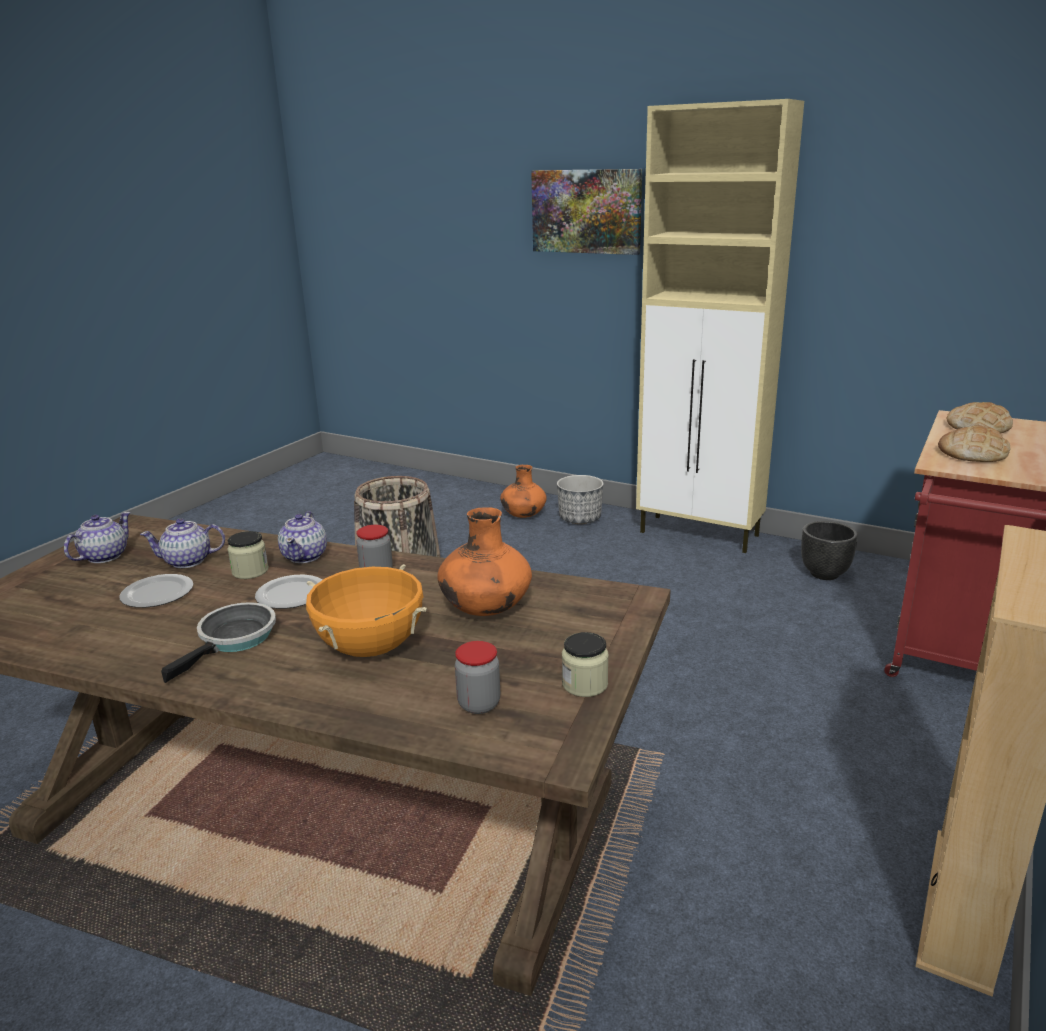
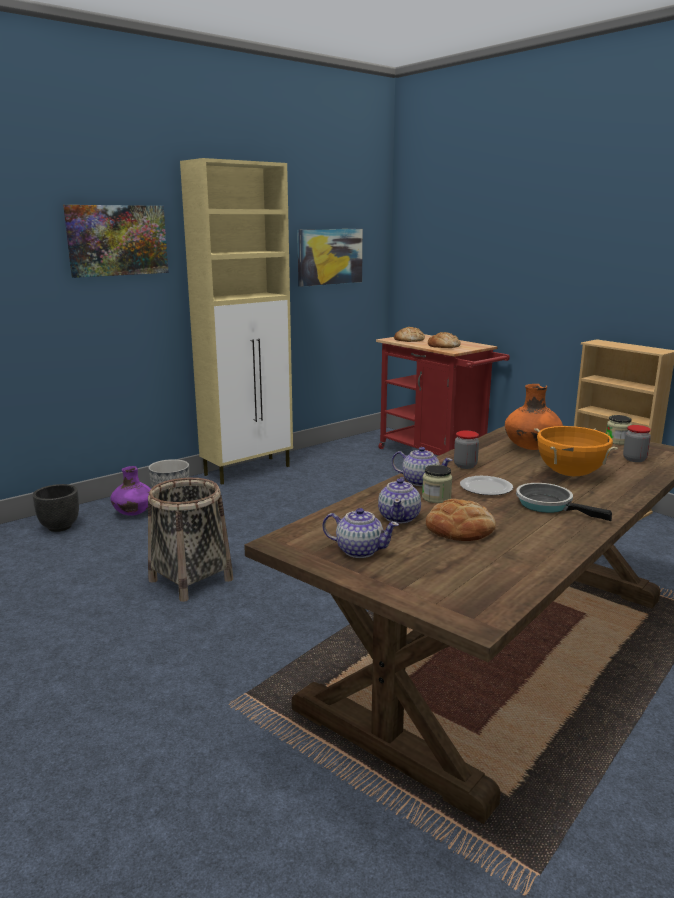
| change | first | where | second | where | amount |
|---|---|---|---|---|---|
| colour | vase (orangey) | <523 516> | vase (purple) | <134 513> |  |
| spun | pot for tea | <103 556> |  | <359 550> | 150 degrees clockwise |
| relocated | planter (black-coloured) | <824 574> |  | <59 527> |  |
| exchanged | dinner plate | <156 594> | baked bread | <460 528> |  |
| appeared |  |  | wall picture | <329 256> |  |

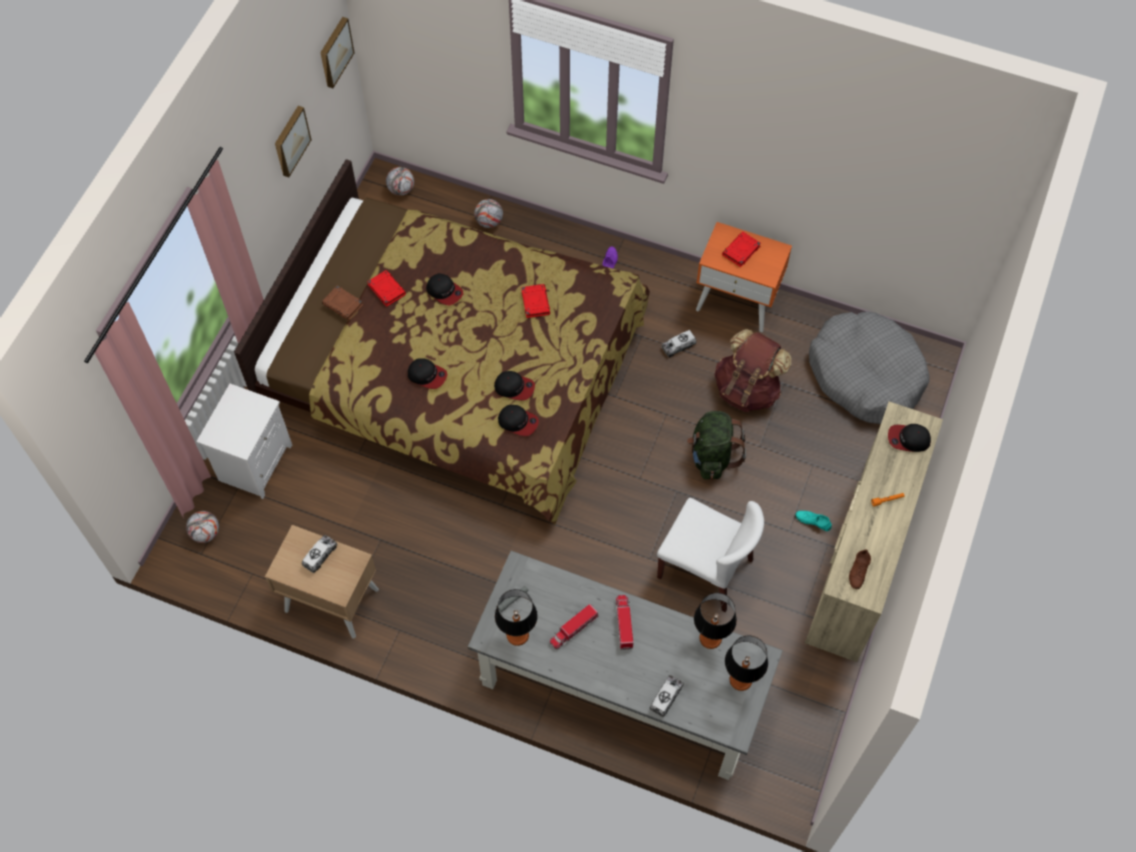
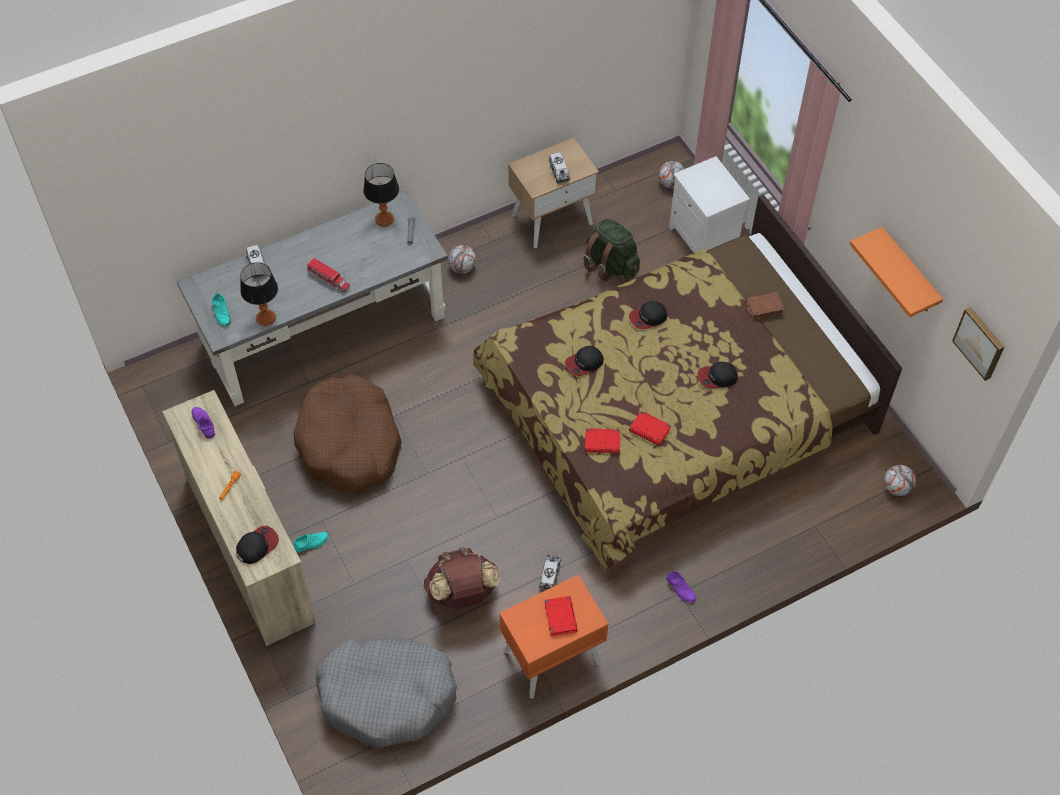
| change | first | where | second | where | amount |
|---|---|---|---|---|---|
| exchanged | wall picture | <290 140> | shelf (orangey) | <908 273> |  |
| relocated | ball for football | <489 221> |  | <462 267> |  |
| relocated | book (red) | <386 289> |  | <603 442> |  |
| missing | peaked cap | <518 422> |  |  |  |
| relocated | knapsack (green) | <712 456> |  | <610 265> |  |
| exchanged | plain chair (whitish) | <706 569> | dog cushion (brown) | <349 443> |  |
| colour | shoe (brown) | <858 570> | shoe (purple) | <204 423> |  |
| missing | model truck | <574 629> |  |  |  |
| exchanged | tabletop lamp | <740 680> | shoe (turquoise-coloured) | <221 313> |  |

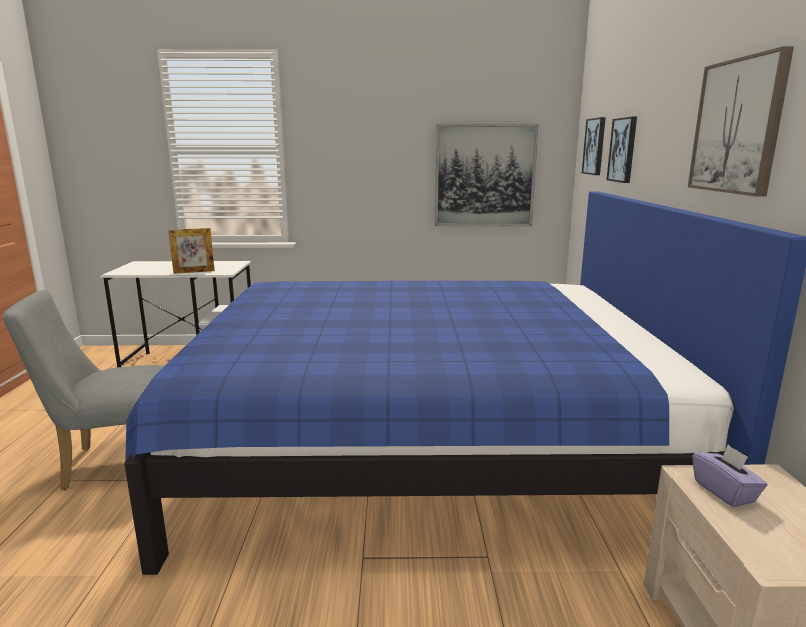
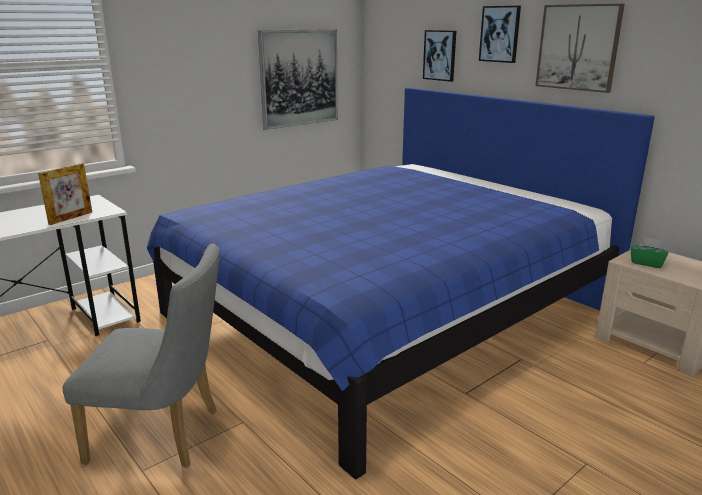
| change | first | where | second | where | amount |
|---|---|---|---|---|---|
| relocated | wall picture | <595 146> |  | <500 34> |  |
| spun | plain chair (greyish) | <113 463> |  | <164 436> | 120 degrees counterclockwise |
| colour | tissue box (purple) | <725 492> | tissue box (green) | <647 263> |  |

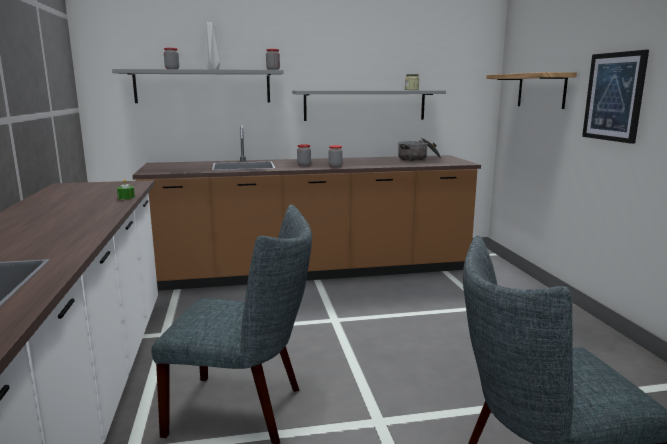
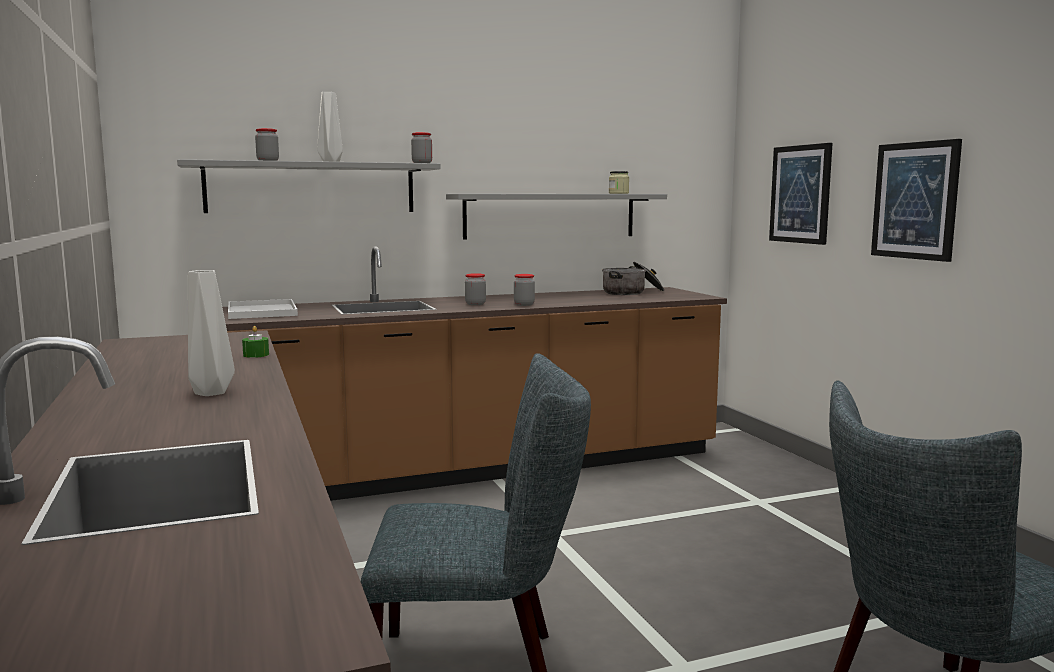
| change | first | where | second | where | amount |
|---|---|---|---|---|---|
| exchanged | shelf | <541 90> | wall picture | <800 194> |  |
| appeared |  |  | vase (greyish) | <209 393> |  |
| appeared |  |  | tray (whitish) | <263 311> |  |

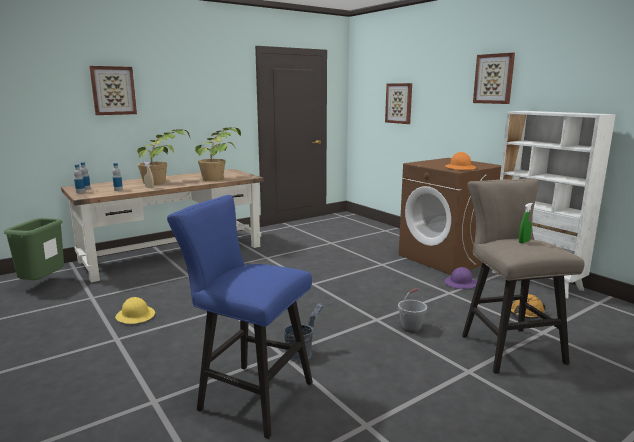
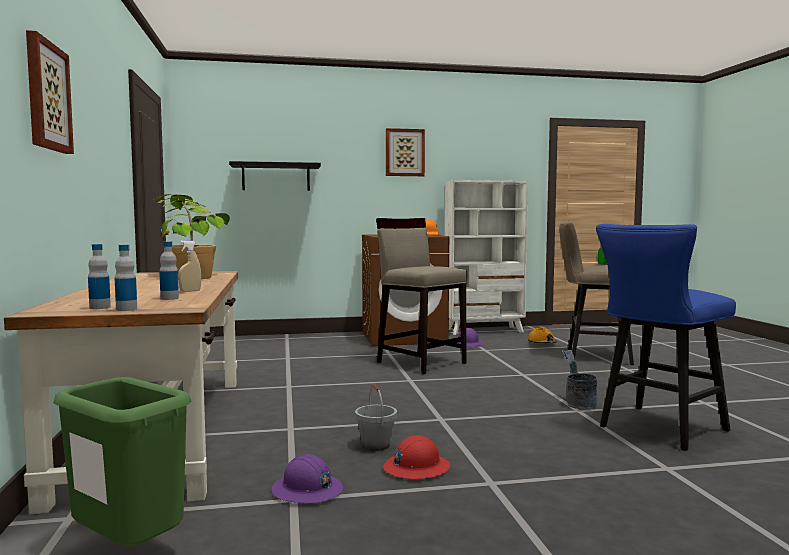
| change | first | where | second | where | amount |
|---|---|---|---|---|---|
| exchanged | wall picture | <399 103> | shelf (black-coloured) | <276 177> |  |
| missing | potted plant | <165 181> |  |  |  |
| relocated | pail (greyish) | <411 327> |  | <375 445> |  |
| colour | work helmet (yellow-coloured) | <135 316> | work helmet (red) | <416 468> |  |
| appeared |  |  | sitting stool (sand-coloured) | <421 362> |  |
| appeared |  |  | work helmet (purple) | <307 491> |  |

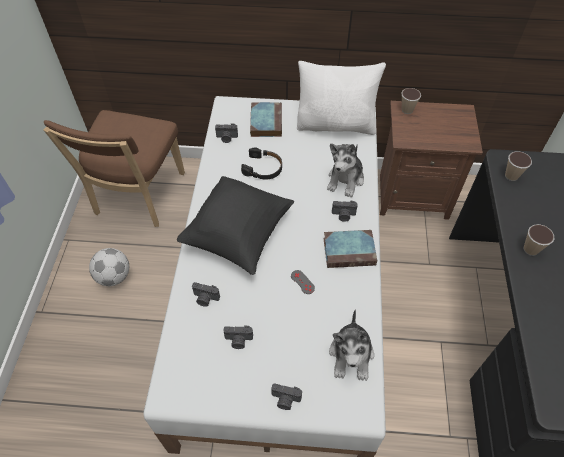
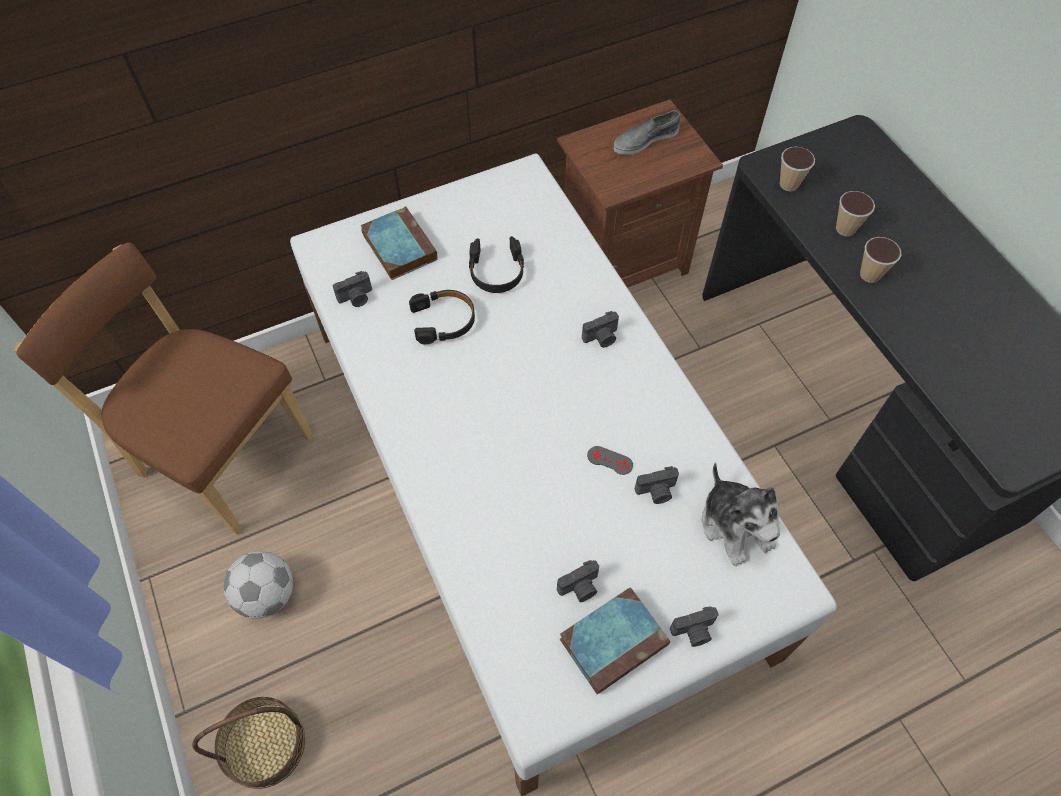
| change | first | where | second | where | amount |
|---|---|---|---|---|---|
| missing | cushion (whitish) | <336 124> |  |  |  |
| relocated | cup | <407 110> |  | <845 228> |  |
| spun | plain chair (brown) | <138 197> |  | <219 452> | 135 degrees clockwise |
| missing | soft toy | <345 180> |  |  |  |
| missing | cushion (black-coloured) | <238 235> |  |  |  |
| relocated | book | <350 251> |  | <614 640> |  |
| relocated | still camera | <205 299> |  | <656 492> |  |
| appeared |  |  | shoe (greyish) | <645 140> |  |
| appeared |  |  | headphones (black-coloured) | <496 271> |  |
| appeared |  |  | household basket | <264 744> |  |

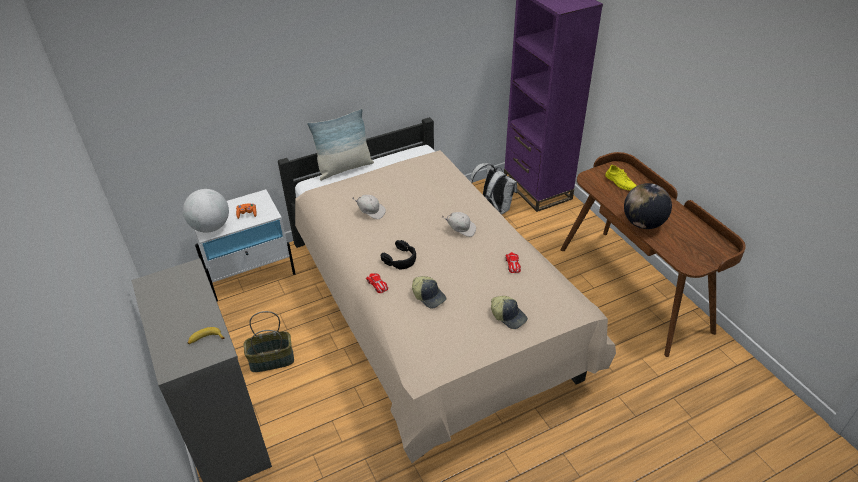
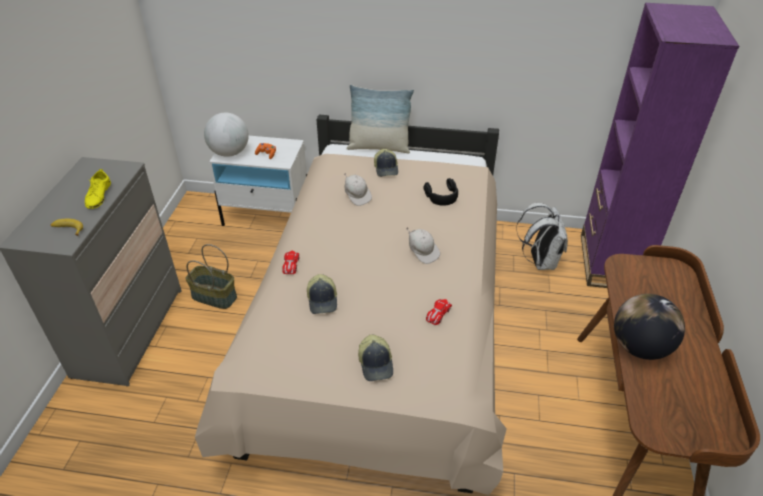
| change | first | where | second | where | amount |
|---|---|---|---|---|---|
| relocated | shoe (yellow-coloured) | <620 182> |  | <98 195> |  |
| relocated | headphones (black-coloured) | <400 259> |  | <442 196> |  |
| appeared |  |  | peaked cap | <386 169> |  |

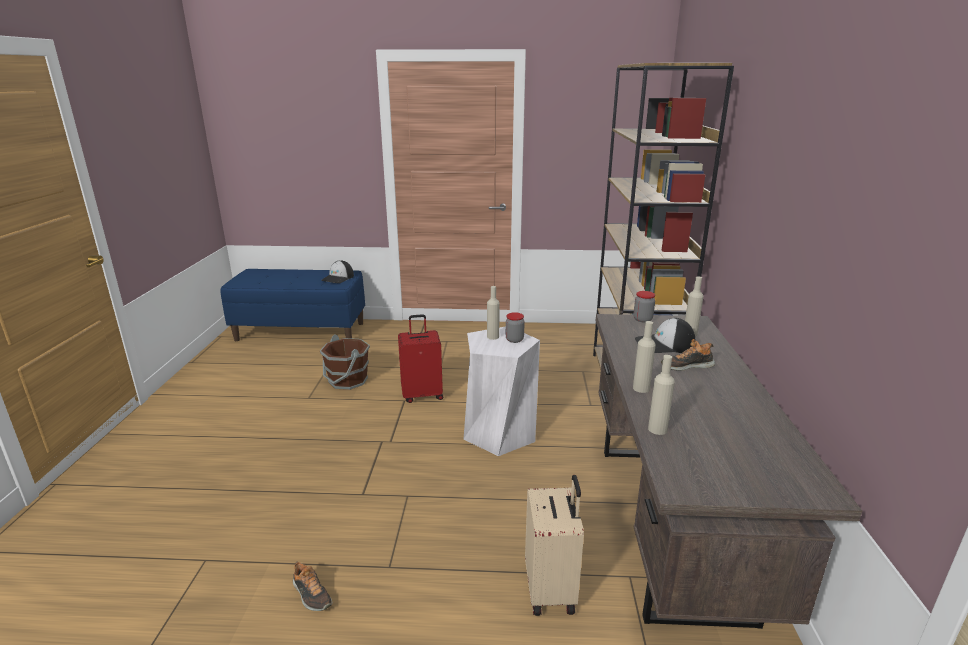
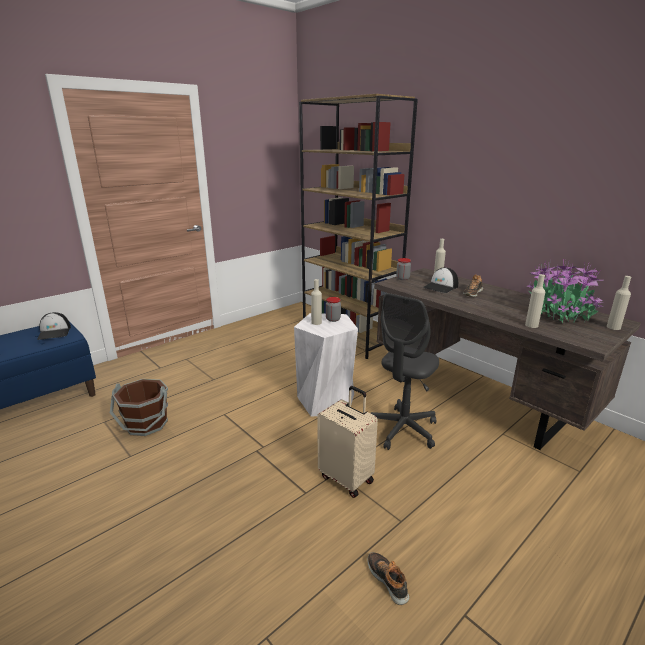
| change | first | where | second | where | amount |
|---|---|---|---|---|---|
| missing | travel case (red) | <422 395> |  |  |  |
| relocated | beverage bottle (sand-coloured) | <641 388> |  | <613 327> |  |
| relocated | travel case (sand-coloured) | <551 590> |  | <347 478> |  |
| spun | shoe | <311 595> |  | <388 580> | 120 degrees counterclockwise |
| appeared |  |  | potted plant | <559 313> |  |
| appeared |  |  | office chair (greyish) | <402 430> |  |

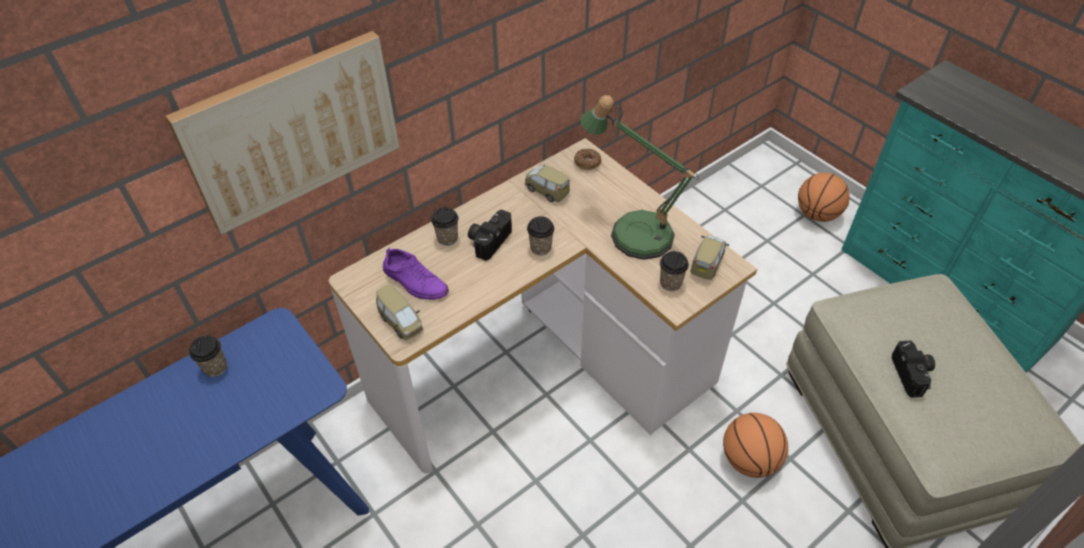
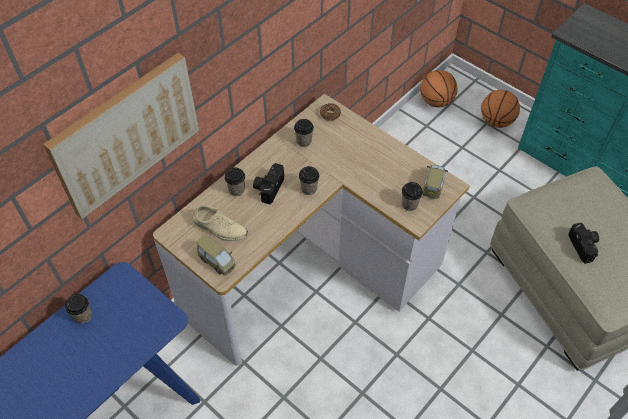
| change | first | where | second | where | amount |
|---|---|---|---|---|---|
| missing | tabletop lamp | <633 230> |  |  |  |
| exchanged | miniature car | <547 190> | cup | <304 141> |  |
| colour | shoe (purple) | <415 282> | shoe (sand-coloured) | <220 228> |  |
| relocated | basketball | <749 460> |  | <436 101> |  |

